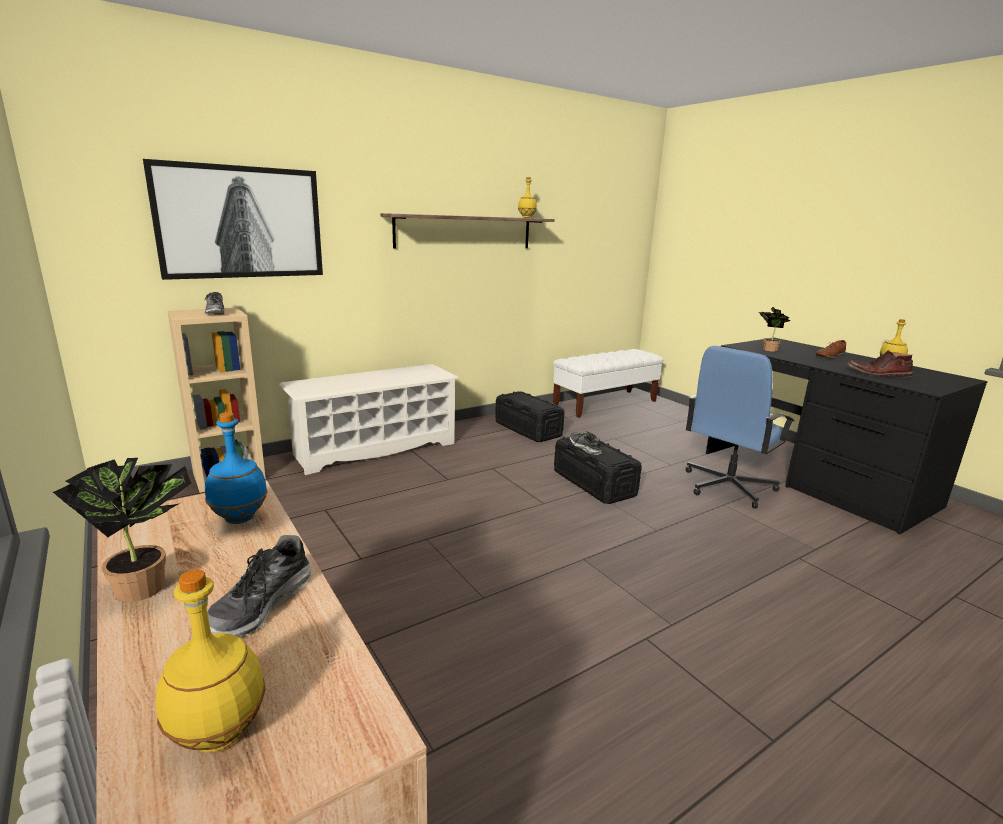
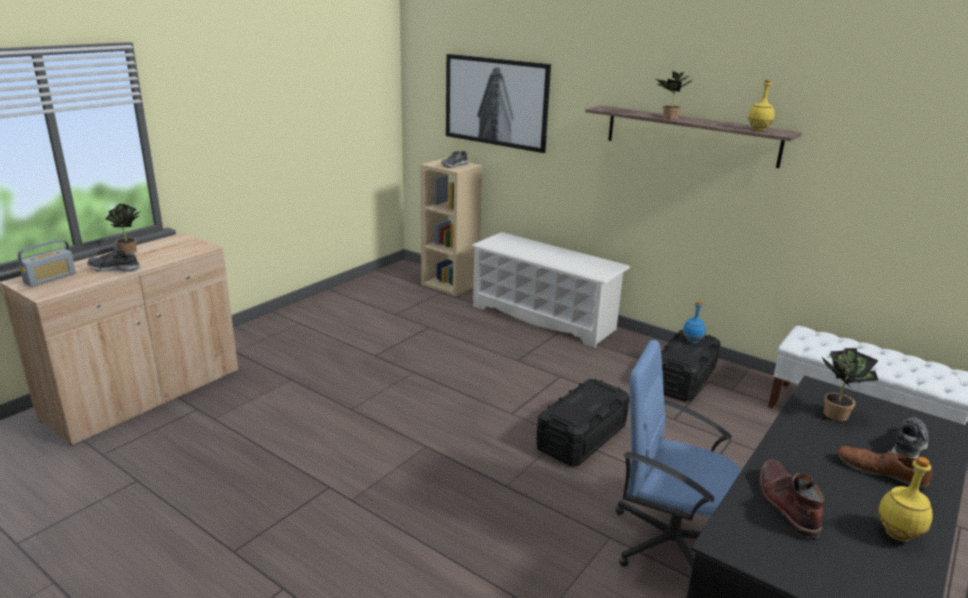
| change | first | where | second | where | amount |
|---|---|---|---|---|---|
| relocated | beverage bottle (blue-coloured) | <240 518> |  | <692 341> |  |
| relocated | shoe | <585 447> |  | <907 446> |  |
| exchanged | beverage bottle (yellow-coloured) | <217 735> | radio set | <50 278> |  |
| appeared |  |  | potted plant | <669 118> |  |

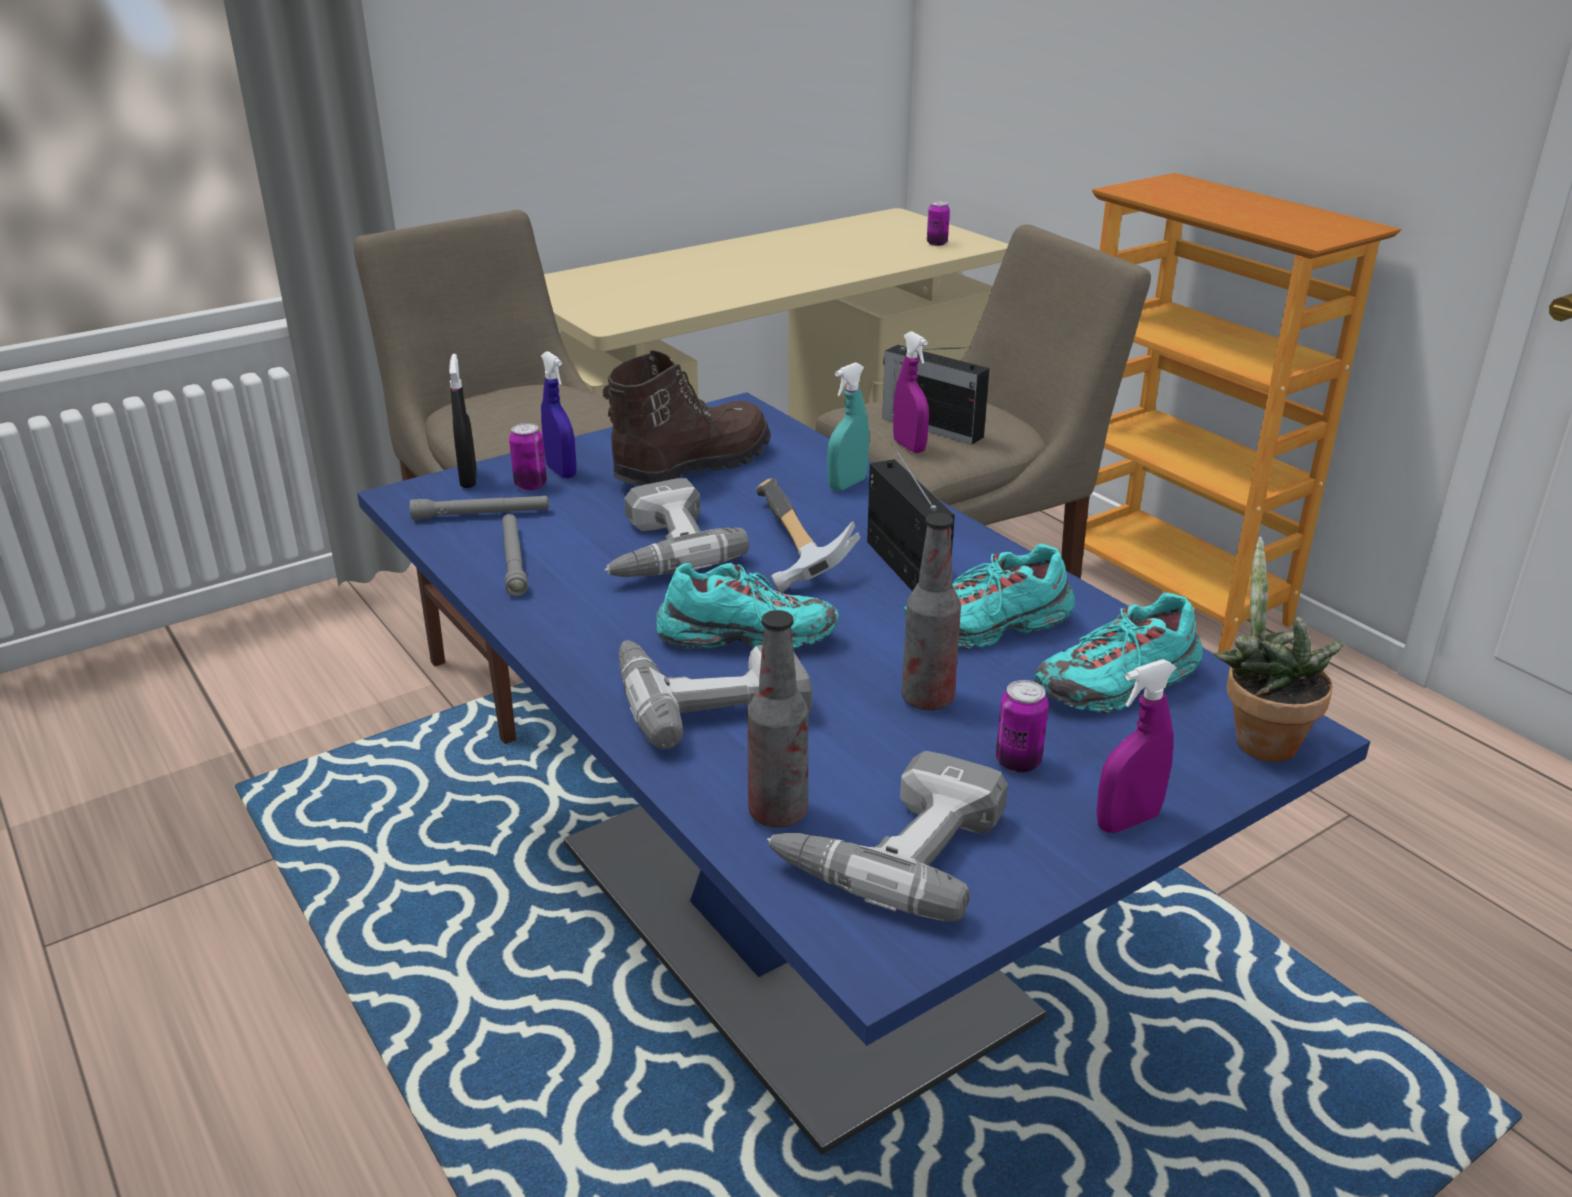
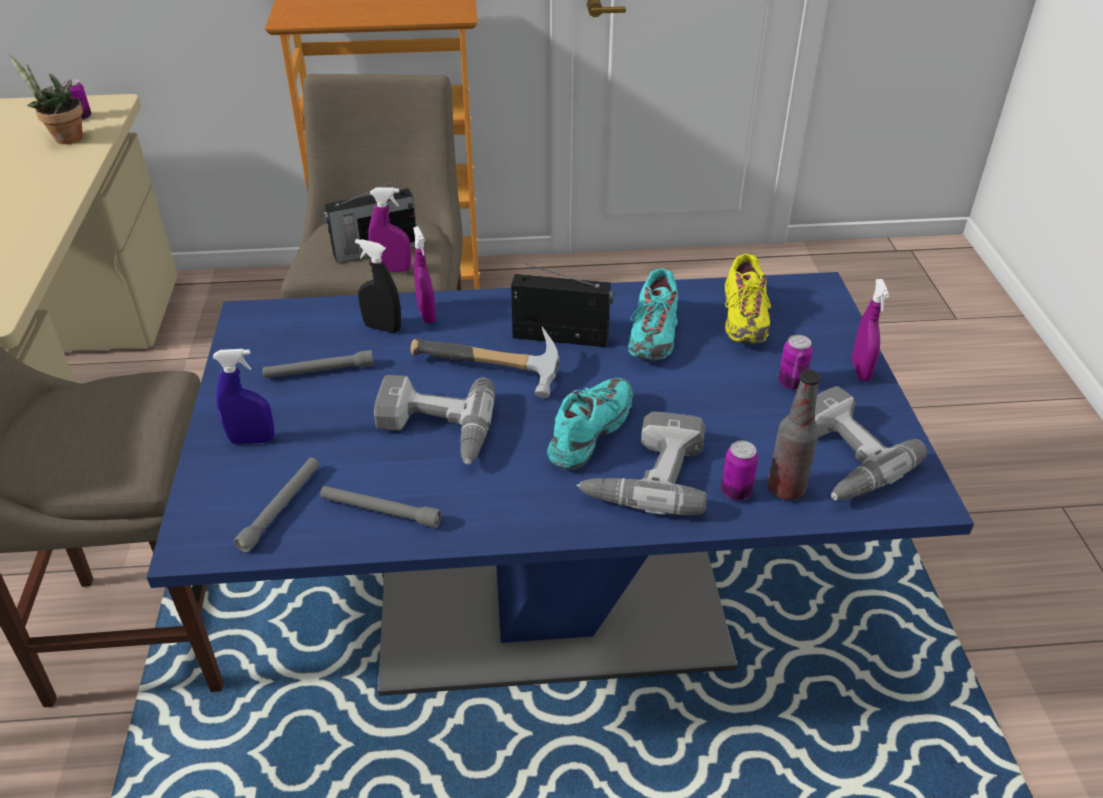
| change | first | where | second | where | amount |
|---|---|---|---|---|---|
| exchanged | tall boot (brown) | <691 466> | flashlight (greyish) | <319 371> |  |
| relocated | hand sprayer (black-coloured) | <468 479> |  | <382 327> |  |
| colour | hand sprayer (turquoise-coloured) | <847 484> | hand sprayer (purple) | <426 315> |  |
| relocated | sealed can | <530 485> |  | <736 492> |  |
| missing | beverage bottle | <927 699> |  |  |  |
| relocated | potted plant | <1258 739> |  | <64 138> |  |
| colour | shoe (turquoise-coloured) | <1118 685> | shoe (yellow-coloured) | <743 319> |  |

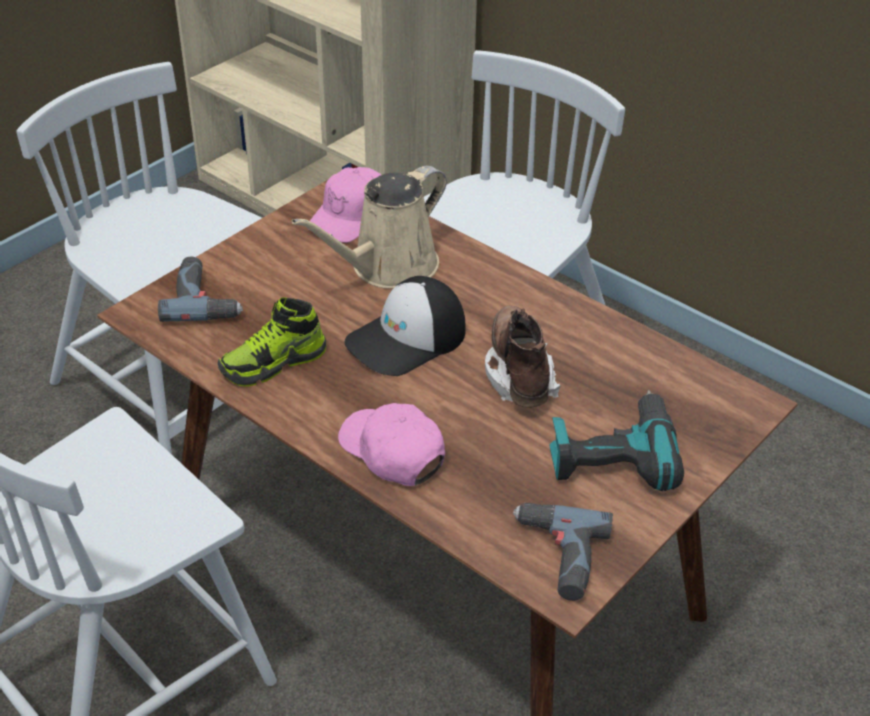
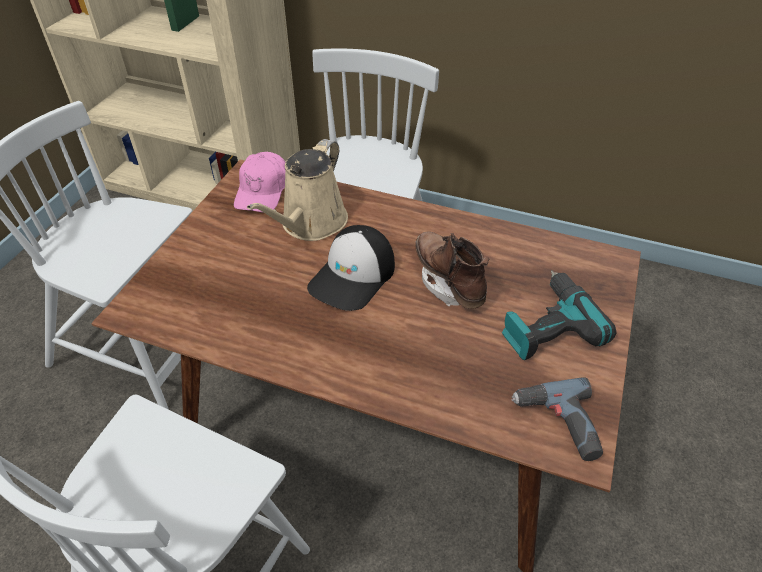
| change | first | where | second | where | amount |
|---|---|---|---|---|---|
| missing | electric drill | <205 298> |  |  |  |
| missing | shoe | <274 363> |  |  |  |
| missing | peaked cap (pink) | <392 452> |  |  |  |

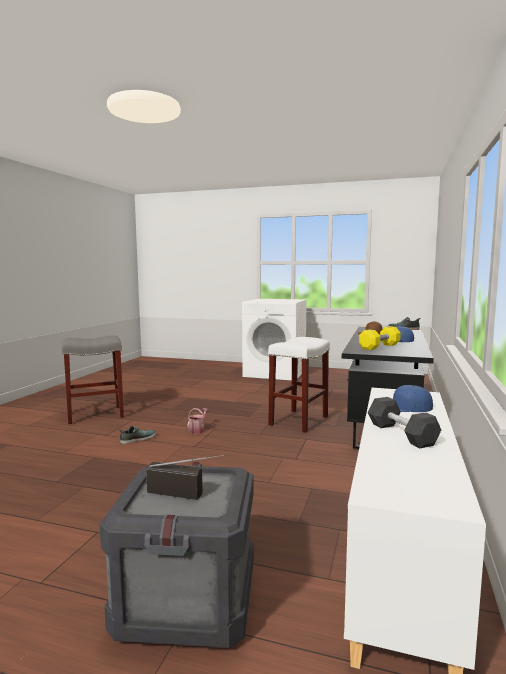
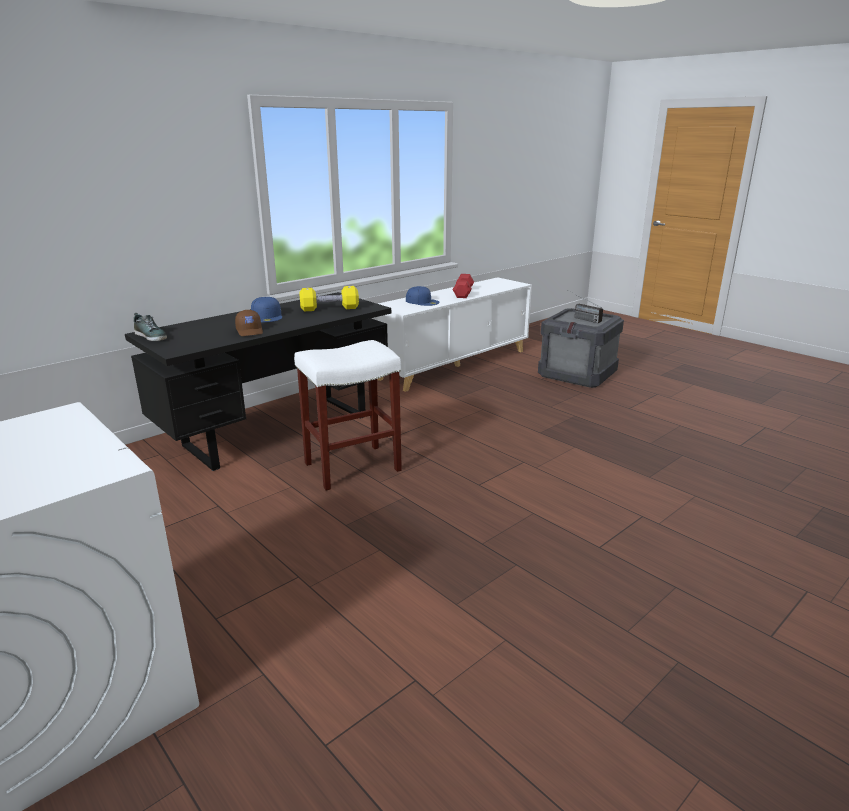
| change | first | where | second | where | amount |
|---|---|---|---|---|---|
| missing | sitting stool (greyish) | <96 414> |  |  |  |
| colour | hand weight (greyish) | <401 434> | hand weight (red) | <463 293> |  |
| missing | watering pot | <198 430> |  |  |  |
| missing | shoe | <137 439> |  |  |  |

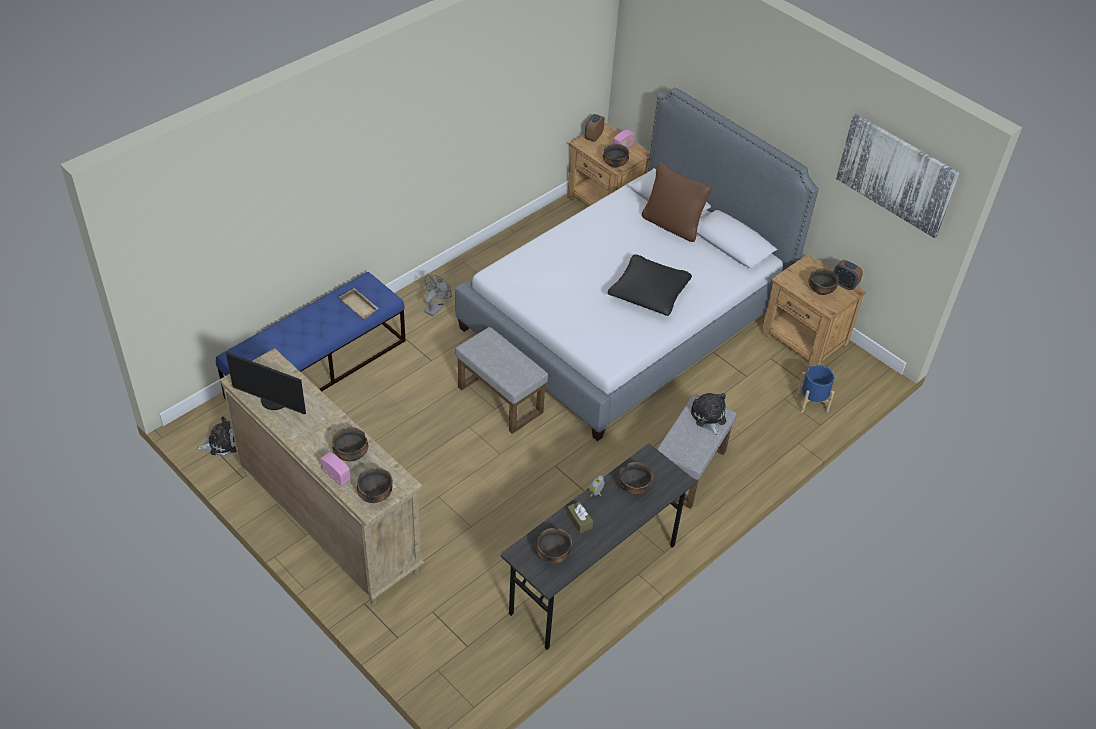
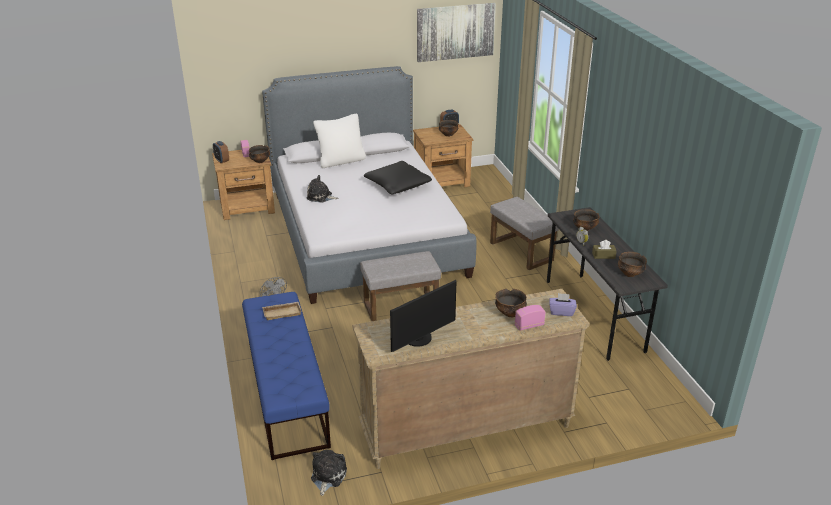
| change | first | where | second | where | amount |
|---|---|---|---|---|---|
| colour | cushion (brown) | <672 225> | cushion (whitish) | <341 161> |  |
| missing | planter (blue-coloured) | <812 402> |  |  |  |
| relocated | soft toy | <708 417> |  | <320 197> |  |
| exchanged | bowl | <375 495> | tissue box (purple) | <561 312> |  |

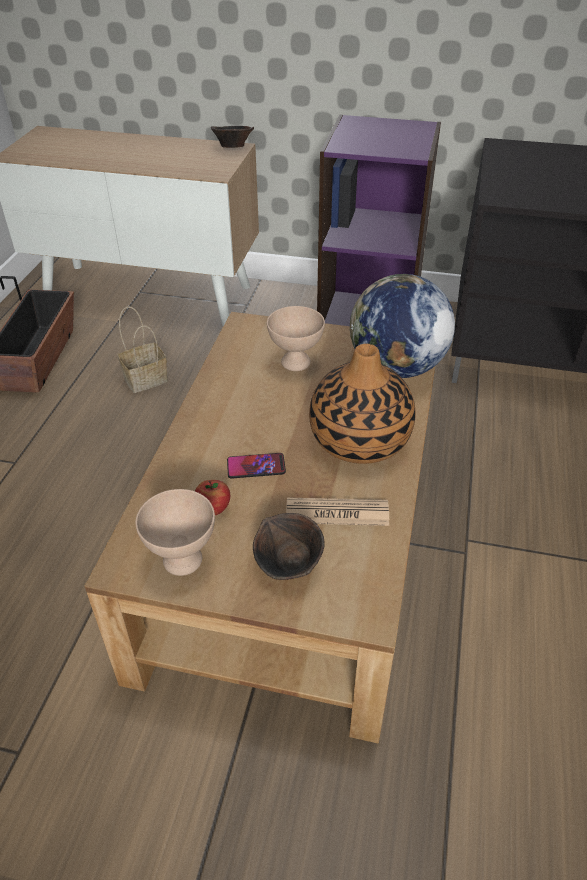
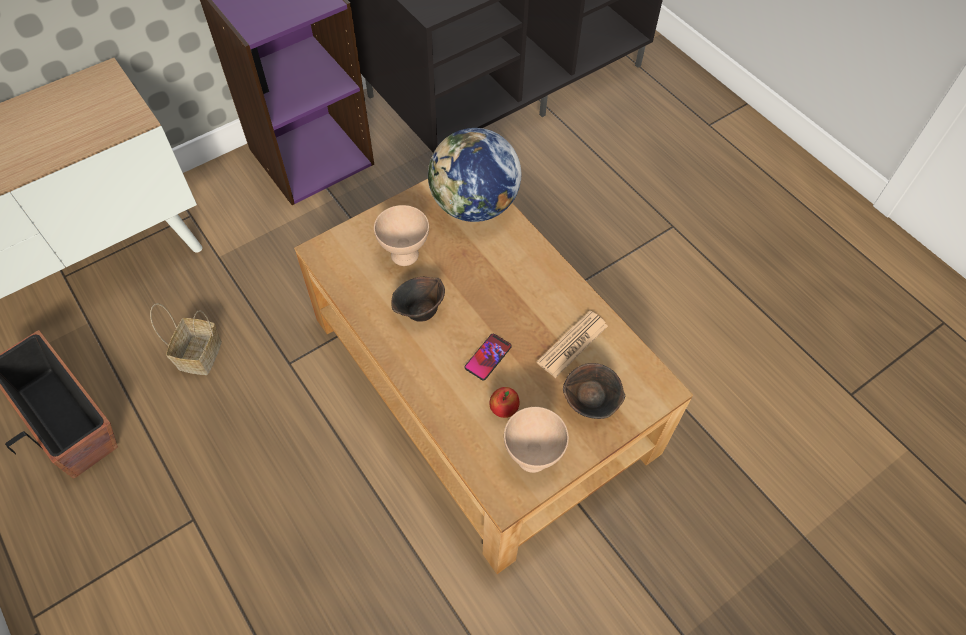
| change | first | where | second | where | amount |
|---|---|---|---|---|---|
| relocated | bowl (brown) | <232 147> |  | <419 310> |  |
| missing | vase | <360 440> |  |  |  |

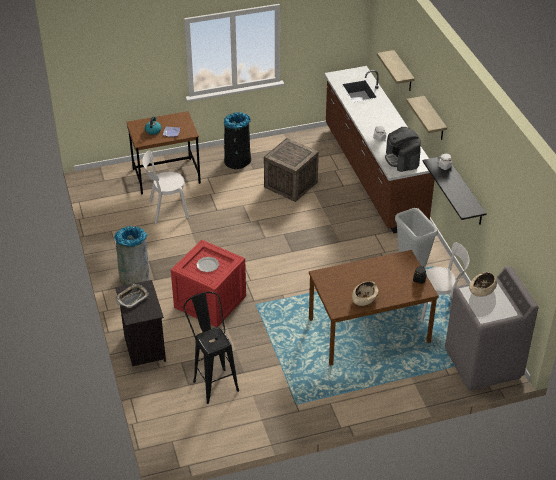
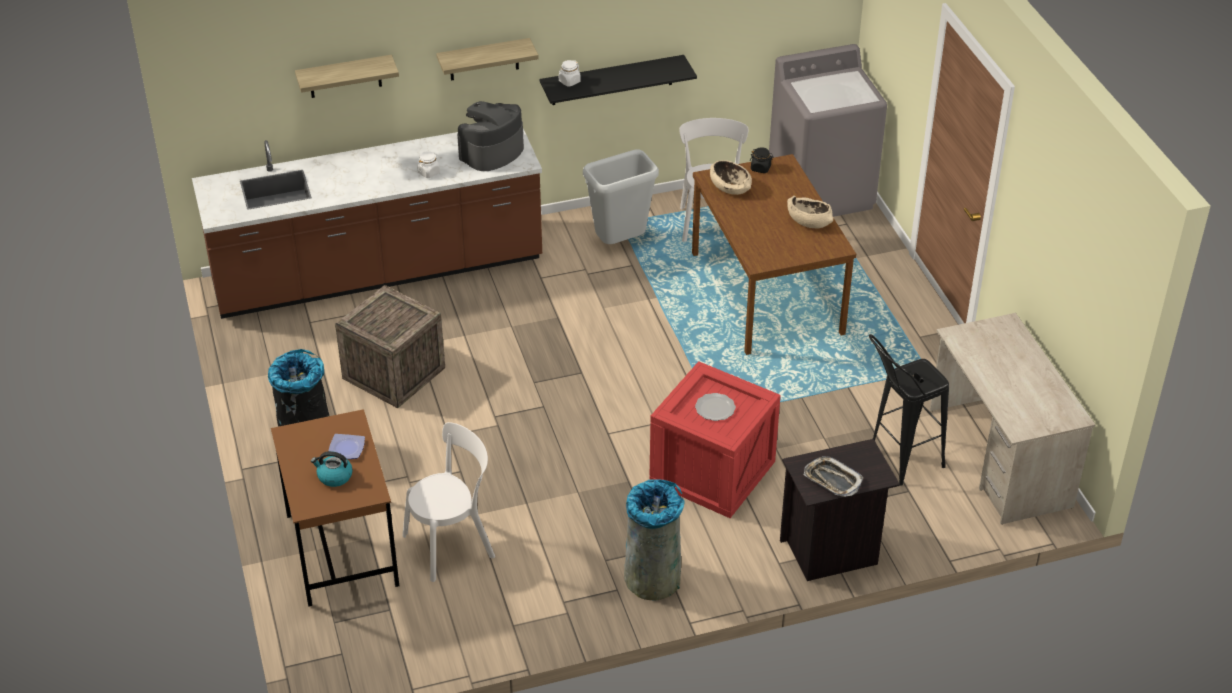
| change | first | where | second | where | amount |
|---|---|---|---|---|---|
| spun | coffee machine | <402 159> |  | <491 152> | 150 degrees clockwise |
| spun | plain chair (whitish) | <166 210> |  | <453 544> | 105 degrees counterclockwise |
| relocated | bowl (sand-coloured) | <482 290> |  | <730 187> |  |
| appeared |  |  | desk unit (sand-coloured) | <999 458> |  |

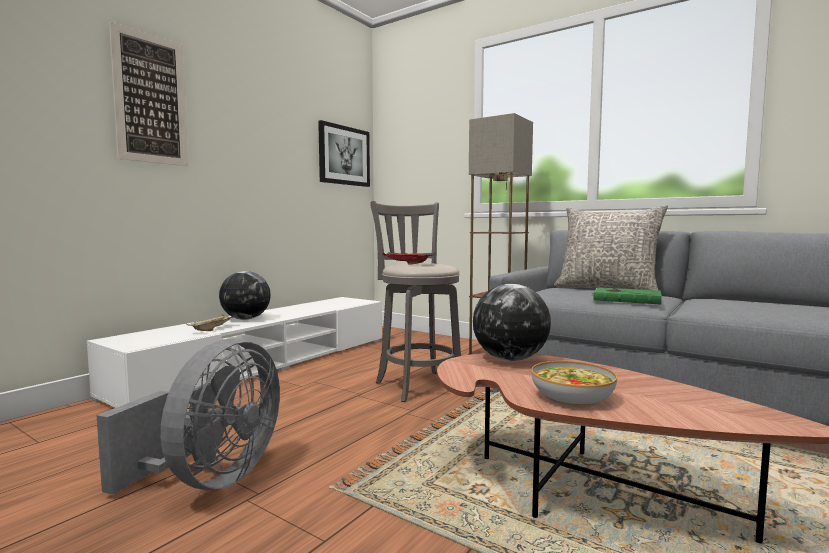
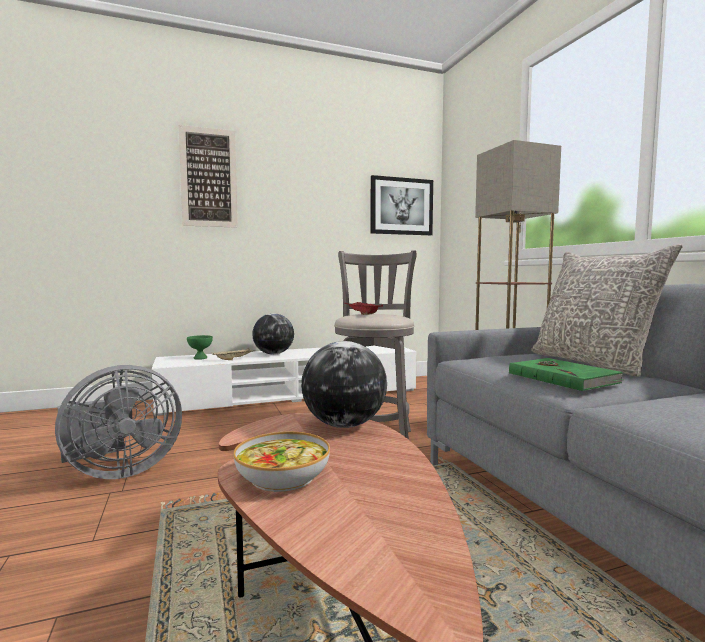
| change | first | where | second | where | amount |
|---|---|---|---|---|---|
| appeared |  |  | bowl (green) | <200 358> |  |

